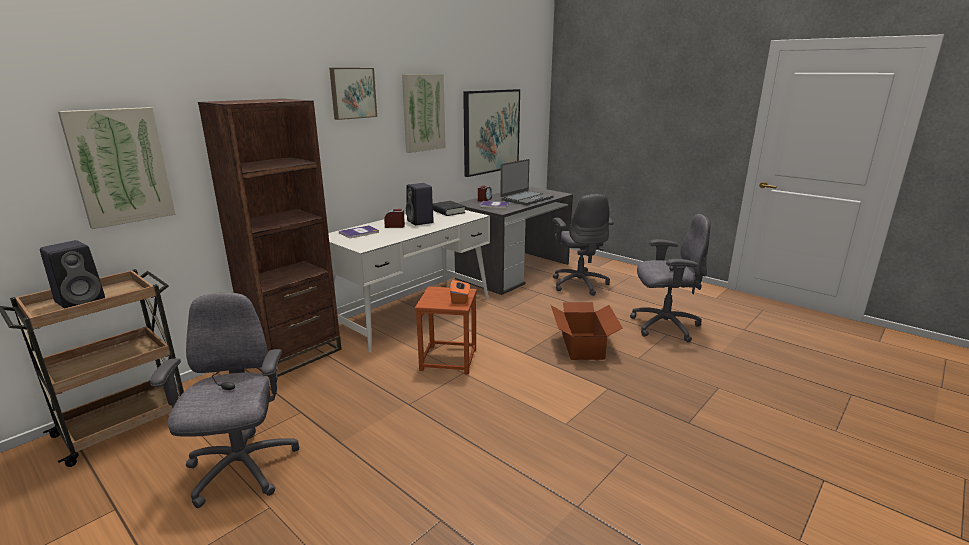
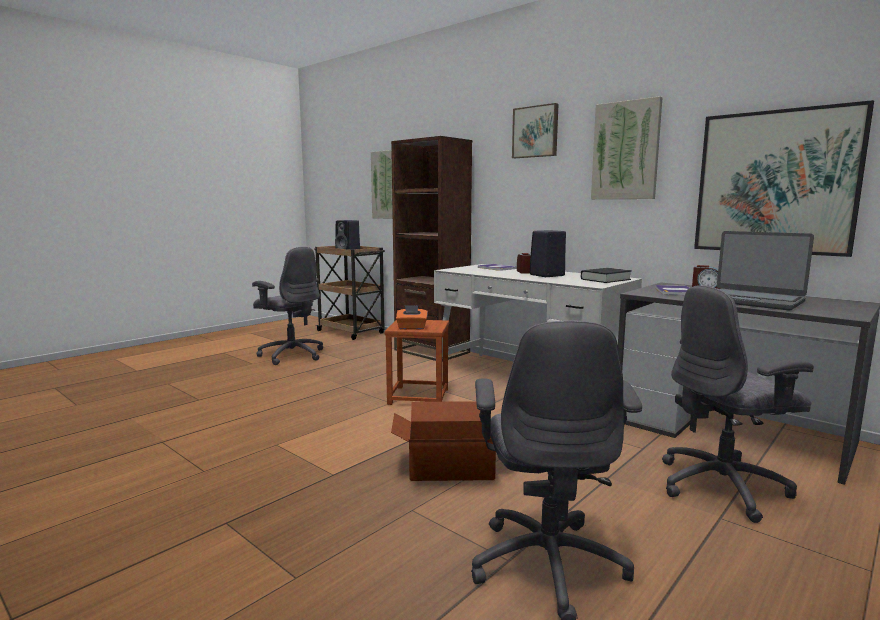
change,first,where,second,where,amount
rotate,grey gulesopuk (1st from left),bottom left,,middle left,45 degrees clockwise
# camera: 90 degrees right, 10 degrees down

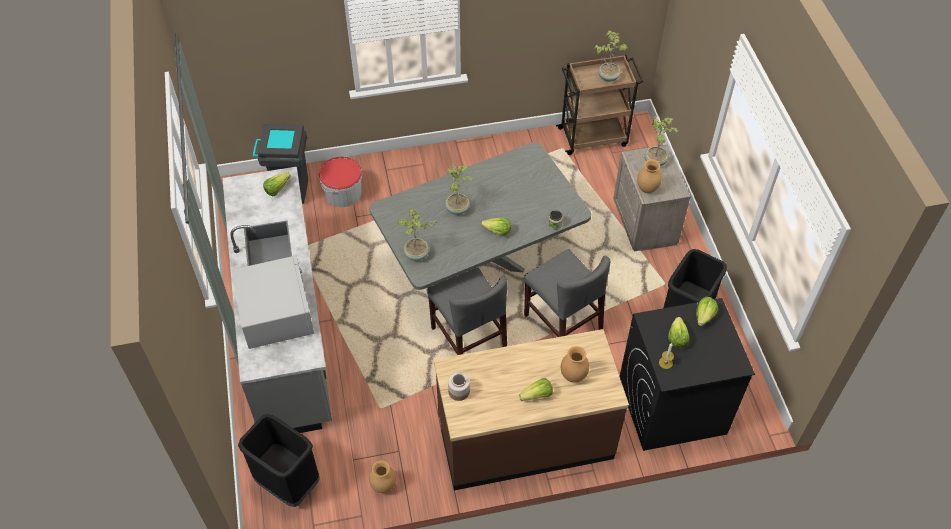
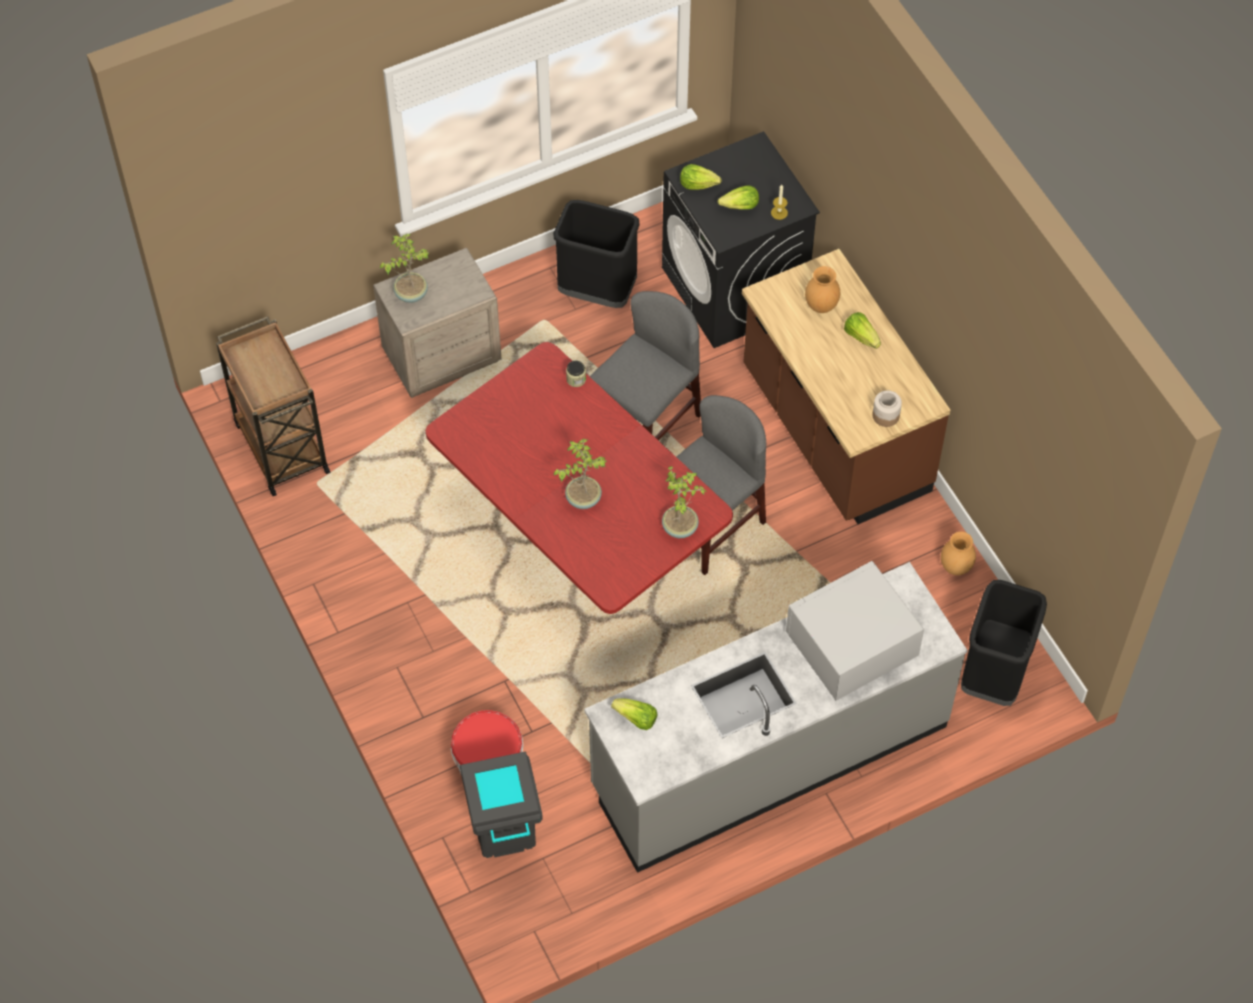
change,first,where,second,where,amount
recolor,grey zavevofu,centre,red zavevofu,centre,
delete,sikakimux (2nd from left),centre,,,
delete,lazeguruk (3rd from left),top centre,,,
delete,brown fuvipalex (3rd from left),top right,,,
# camera: 105 degrees left, 5 degrees up

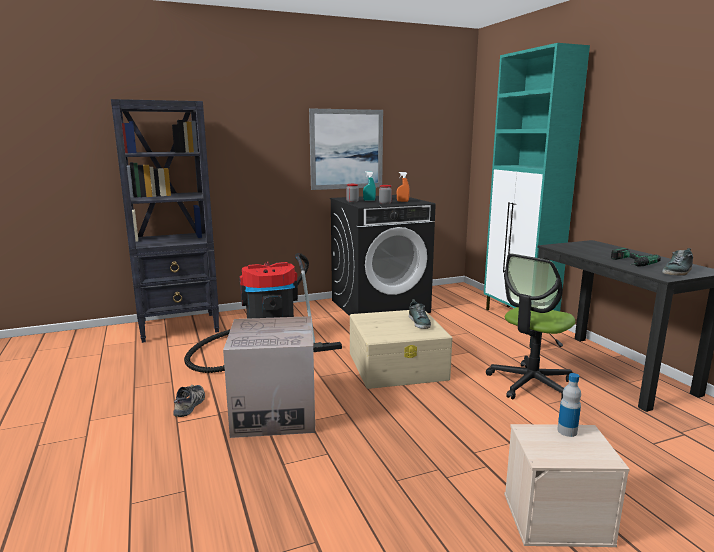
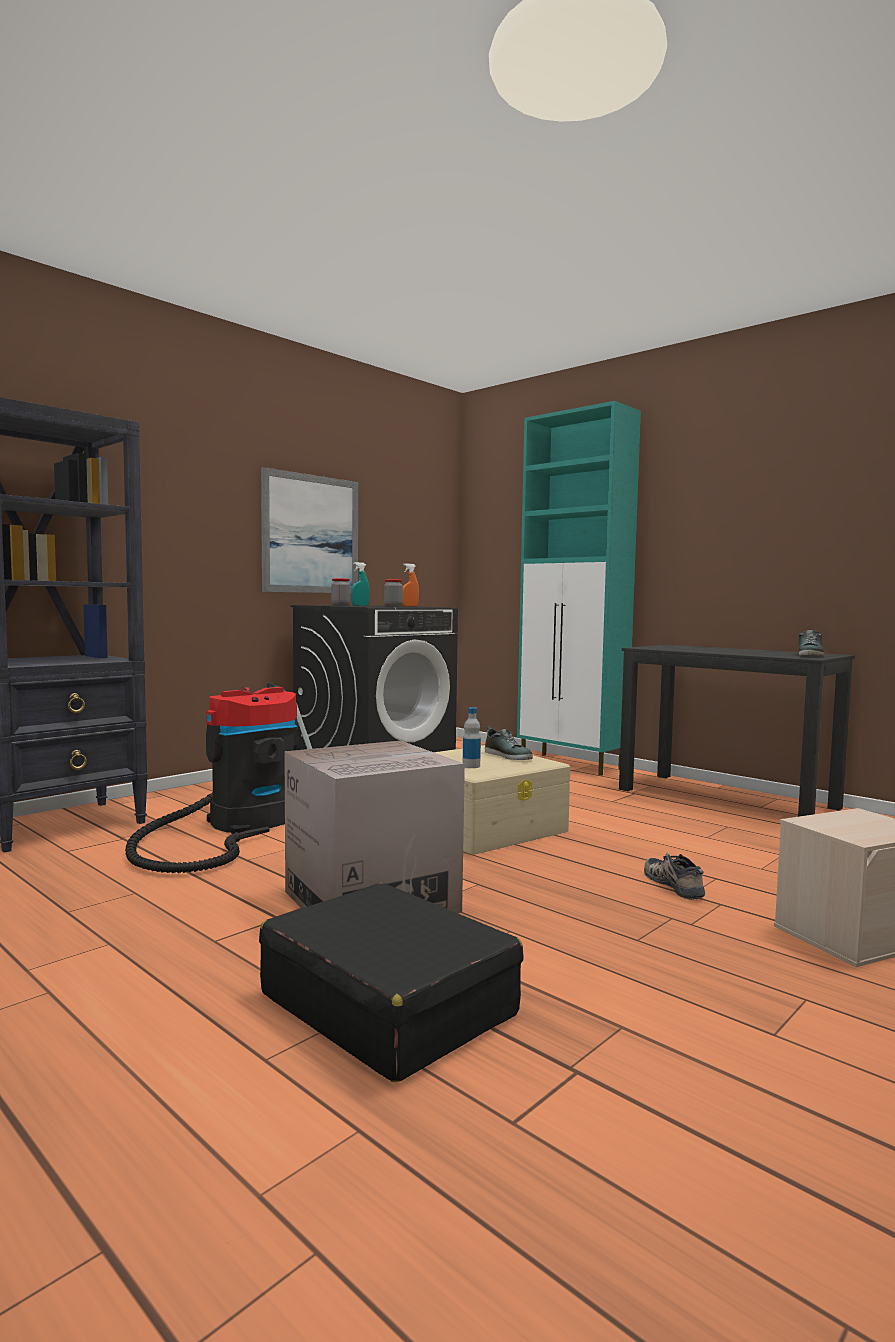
change,first,where,second,where,amount
insert,,,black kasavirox,bottom centre,
move,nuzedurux,bottom right,,centre,
move,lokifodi (1st from left in the first image),bottom left,lokifodi (2nd from left),middle right,
delete,gulesopuk,middle right,,,
delete,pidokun,middle right,,,
# camera: 25 degrees left, 10 degrees down

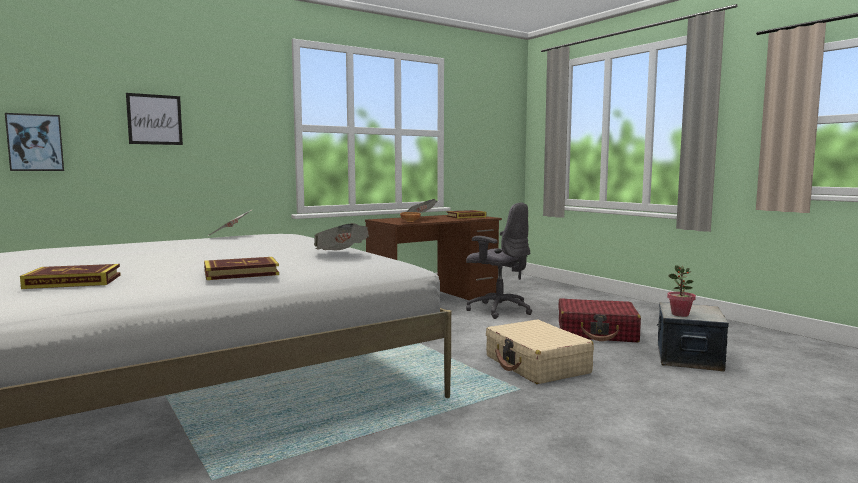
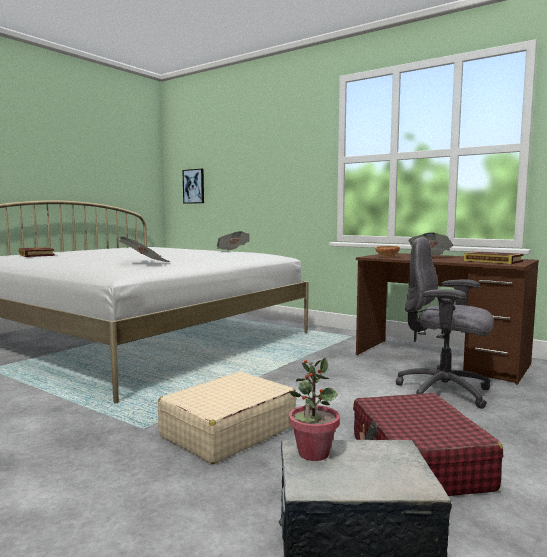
change,first,where,second,where,amount
rotate,grey gulesopuk,centre,,middle right,105 degrees clockwise
delete,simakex (2nd from left),top left,,,
delete,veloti (2nd from left),middle left,,,
# camera: 70 degrees right, 0 degrees up

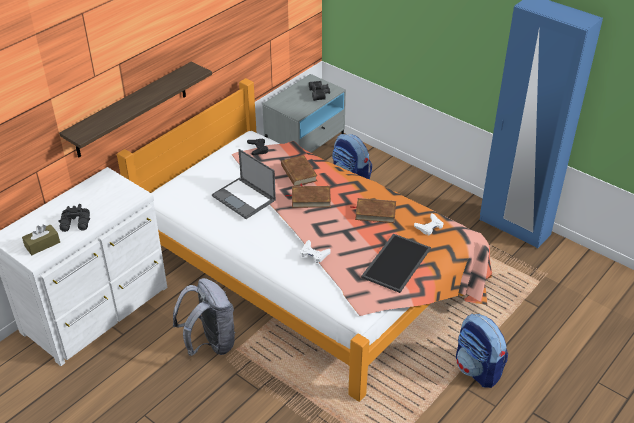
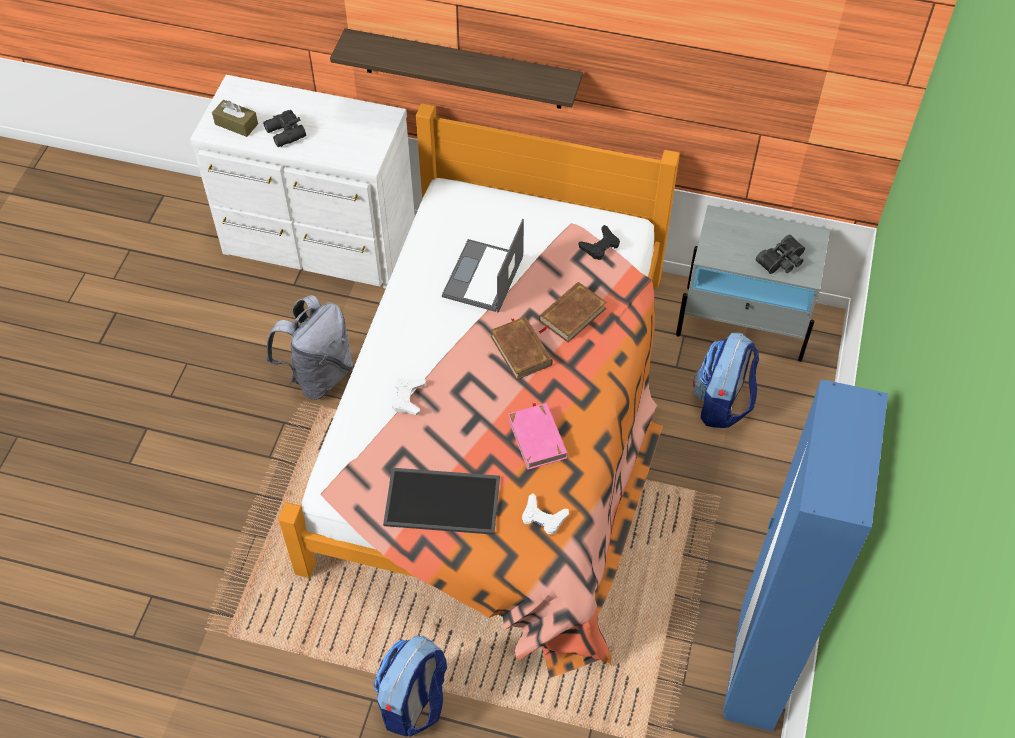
change,first,where,second,where,amount
recolor,brown veloti (3rd from left),centre,pink veloti,centre,
# camera: 65 degrees right, 15 degrees up

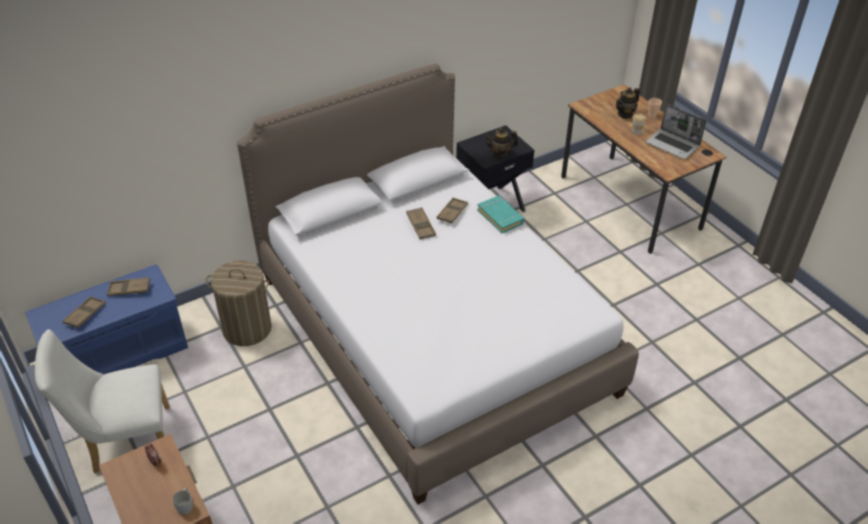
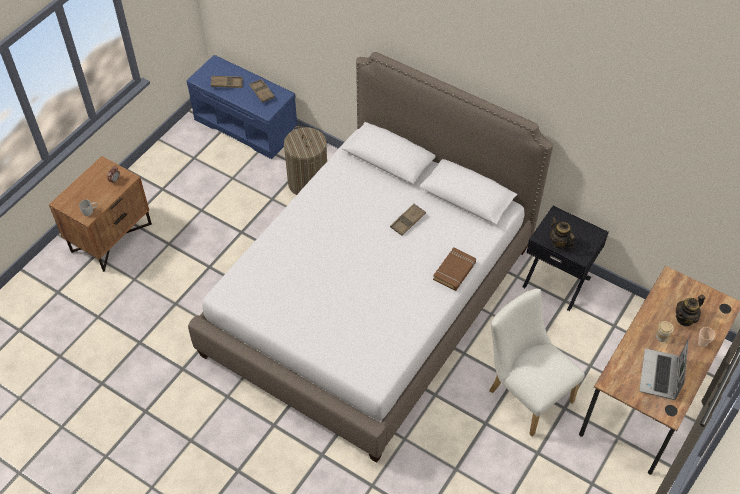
change,first,where,second,where,amount
recolor,turquoise veloti,centre,brown veloti,centre,
move,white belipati,bottom left,,bottom right,
rotate,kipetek (2nd from left),top right,,middle right,60 degrees counterclockwise
delete,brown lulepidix (4th from left),centre,,,
# camera: 65 degrees right, 10 degrees up

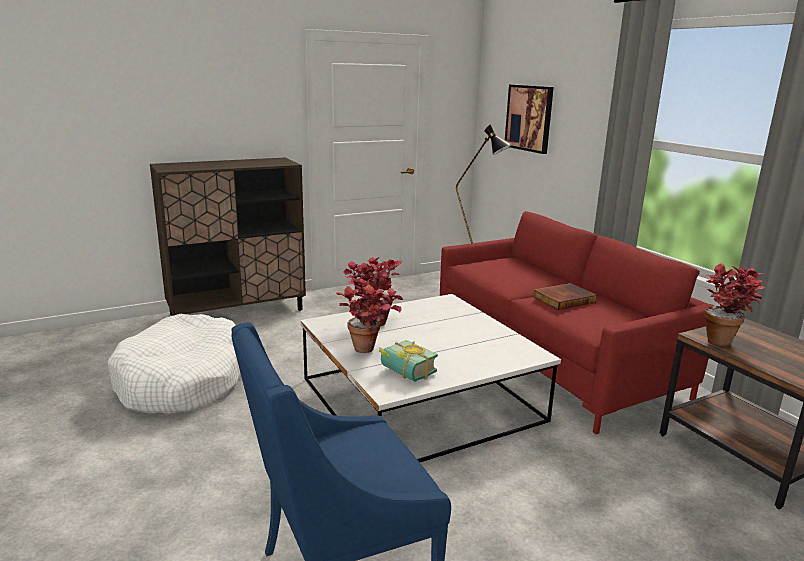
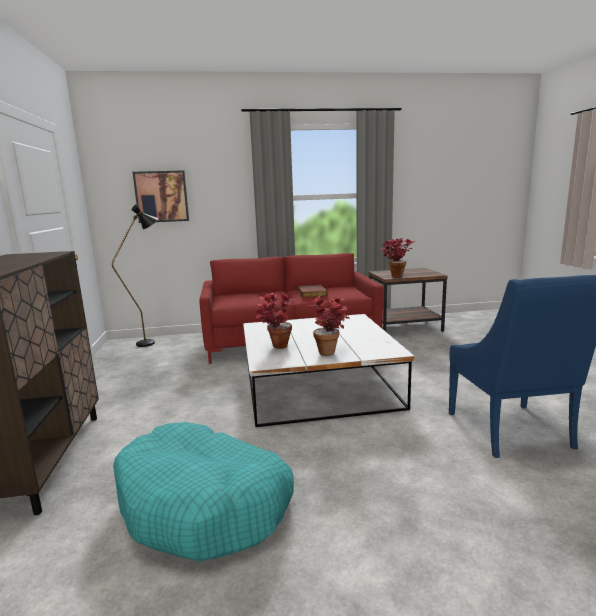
change,first,where,second,where,amount
recolor,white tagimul,middle left,turquoise tagimul,bottom centre,
delete,veloti (1st from left),centre,,,
# camera: 70 degrees left, 5 degrees down

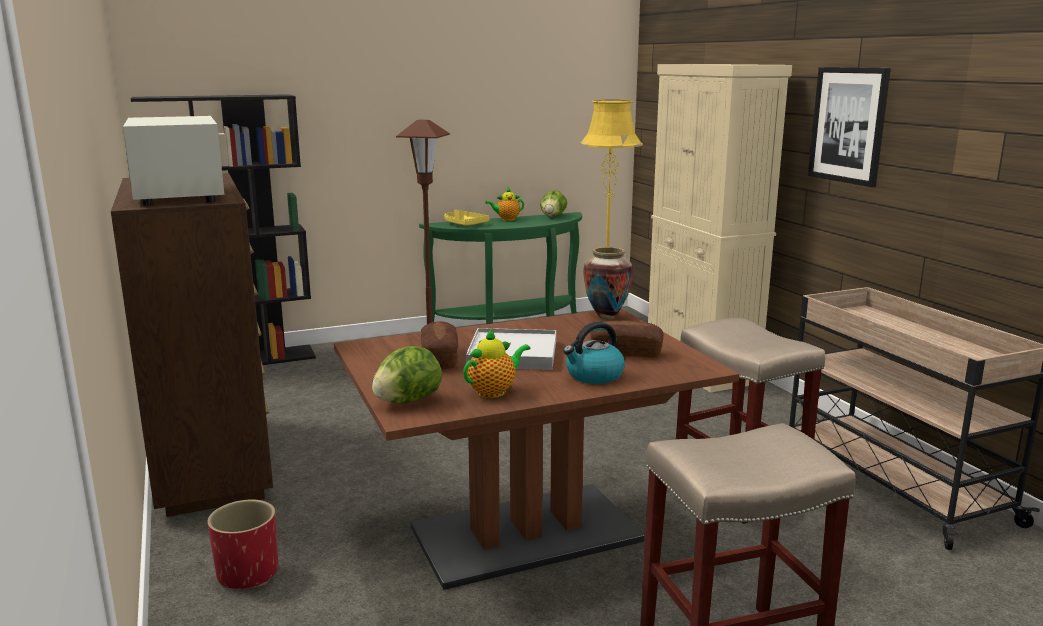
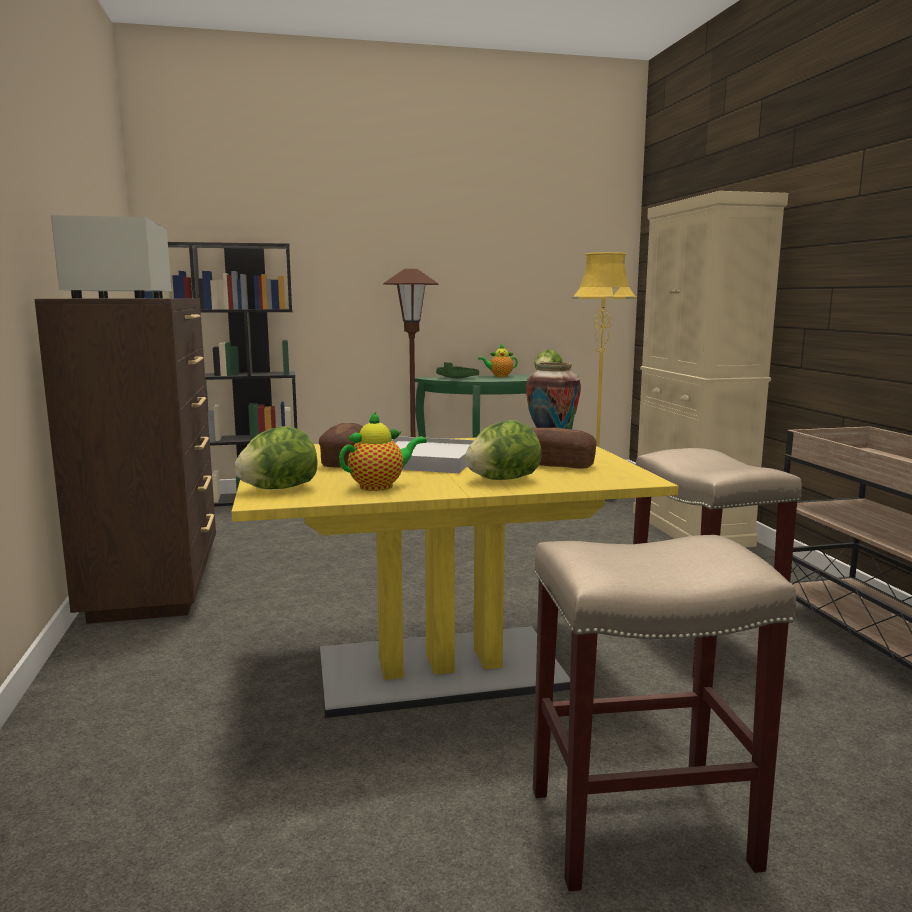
change,first,where,second,where,amount
recolor,brown zavevofu,bottom centre,yellow zavevofu,centre,
recolor,yellow lulepidix,centre,green lulepidix,centre,
replace,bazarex,centre,sikakimux (2nd from left),centre,
delete,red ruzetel,bottom left,,,
delete,simakex,top right,,,
# camera: 10 degrees right, 5 degrees down

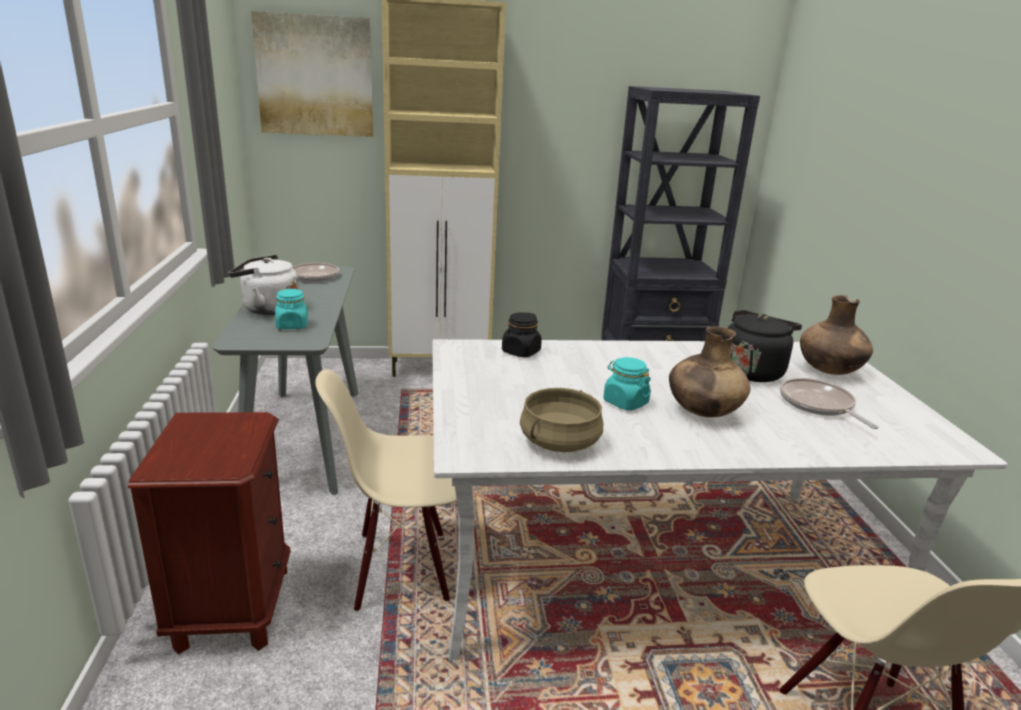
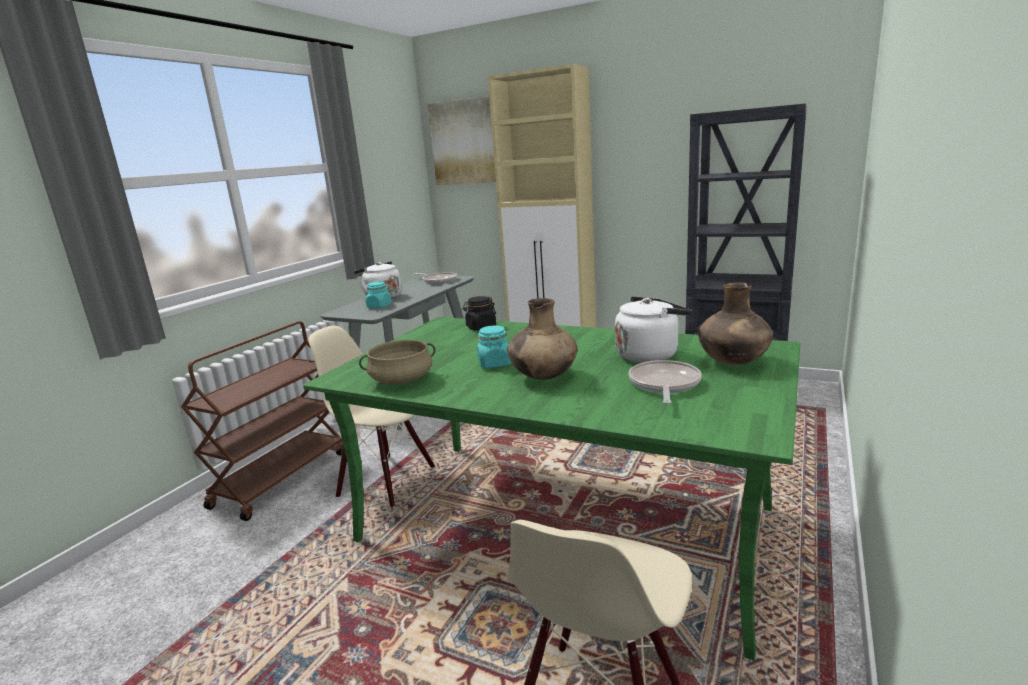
change,first,where,second,where,amount
replace,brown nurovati,bottom left,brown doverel,middle left,
recolor,white zavevofu,bottom right,green zavevofu,bottom centre,
recolor,black bazarex,middle right,white bazarex (2nd from left),centre,
# camera: 35 degrees right, 5 degrees down

